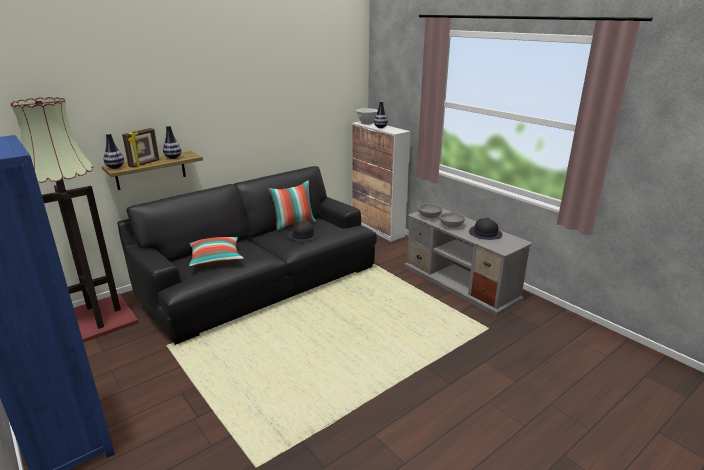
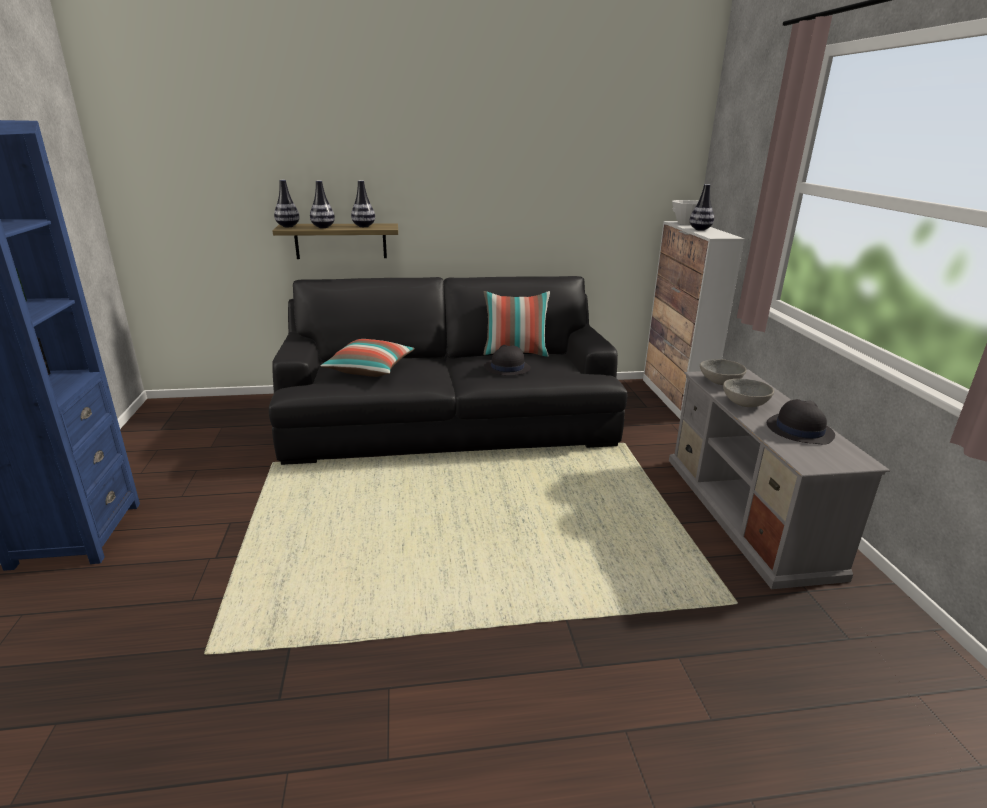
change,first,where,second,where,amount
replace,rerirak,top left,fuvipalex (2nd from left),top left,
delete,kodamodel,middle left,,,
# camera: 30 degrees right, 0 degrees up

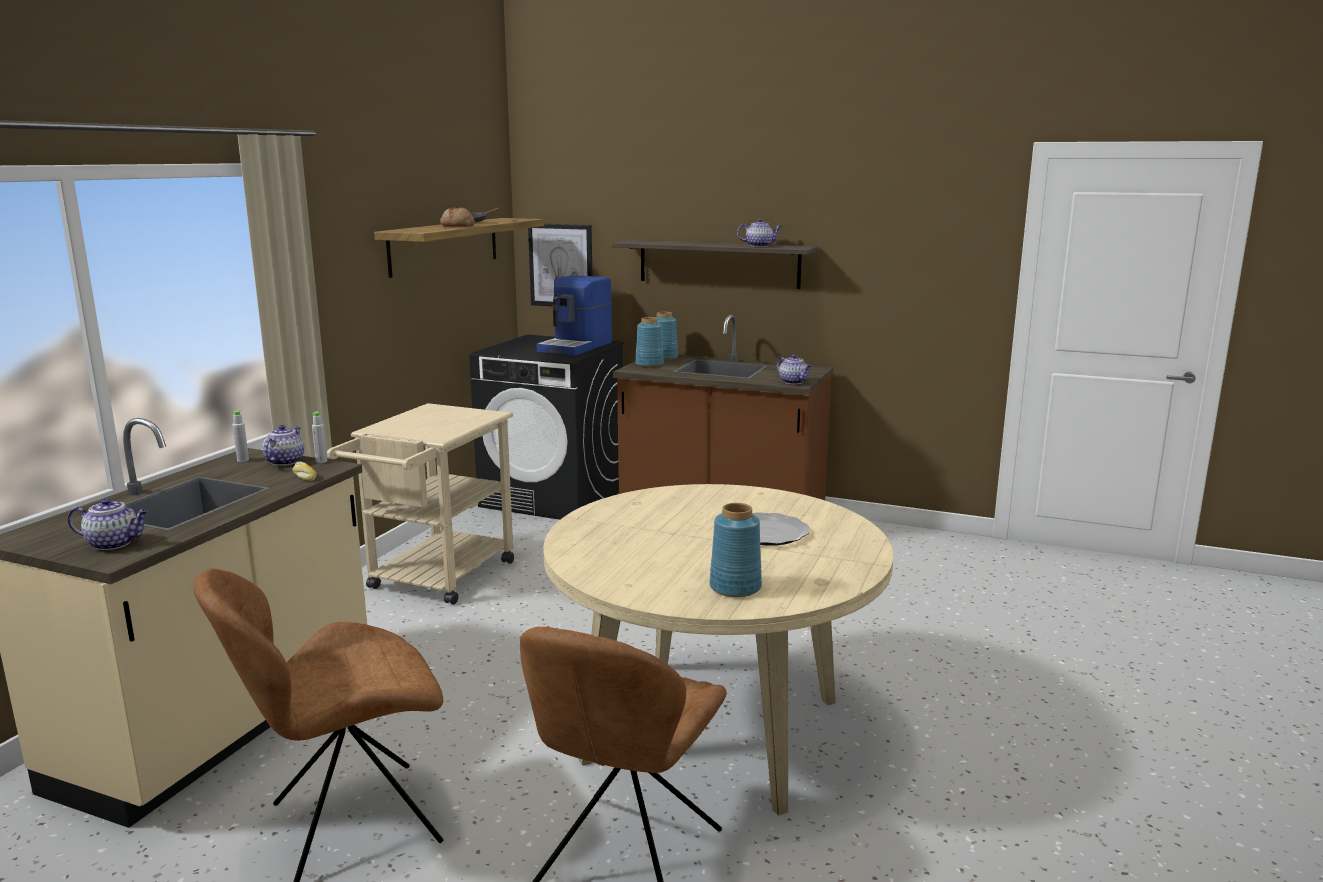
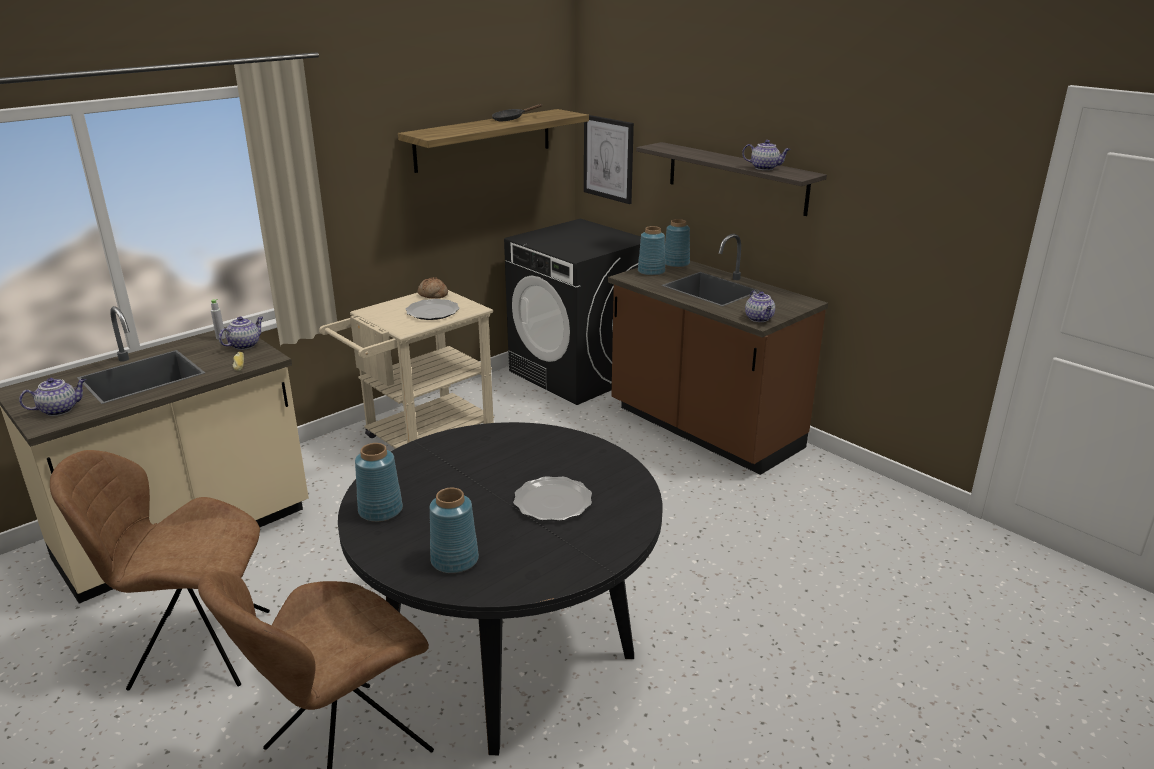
change,first,where,second,where,amount
rotate,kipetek (1st from left),middle left,,middle left,60 degrees counterclockwise
recolor,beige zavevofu,bottom centre,black zavevofu,bottom centre,
insert,,,blue fuvipalex (1st from left),middle left,
insert,,,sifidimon (1st from left),centre,
move,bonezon (2nd from left),top centre,,centre,
delete,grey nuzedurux (2nd from left),middle left,,,
delete,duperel,centre,,,
# camera: 25 degrees right, 10 degrees up

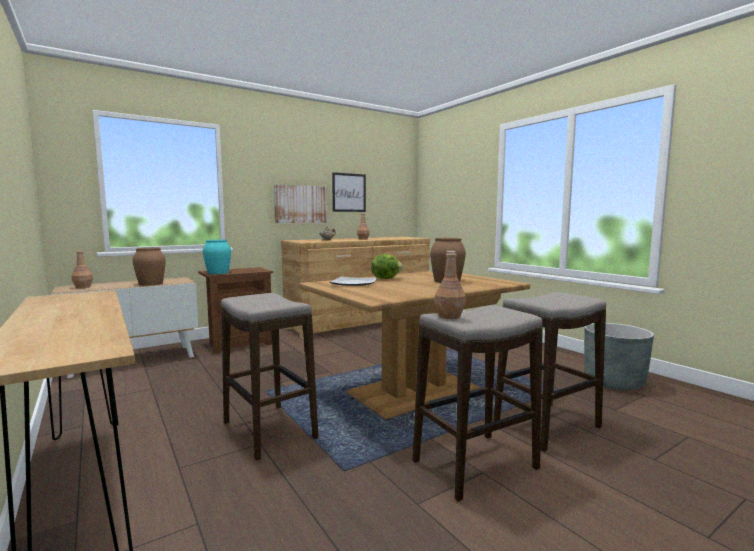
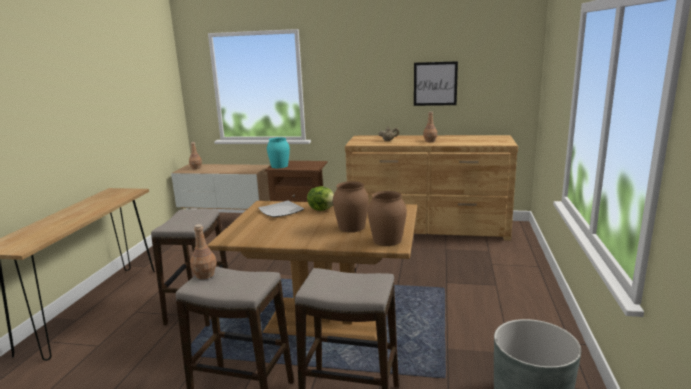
change,first,where,second,where,amount
move,brown fuvipalex (1st from left in the first image),middle left,brown fuvipalex (2nd from left),centre,
delete,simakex (1st from left),centre,,,
# camera: 45 degrees right, 10 degrees up

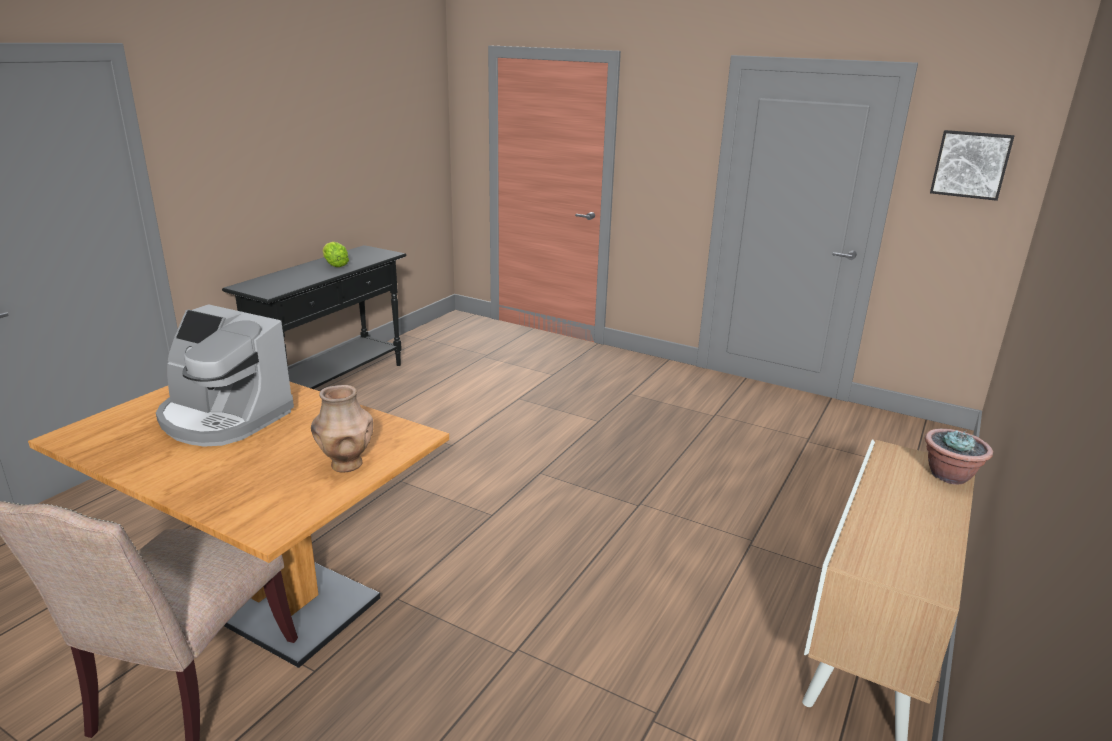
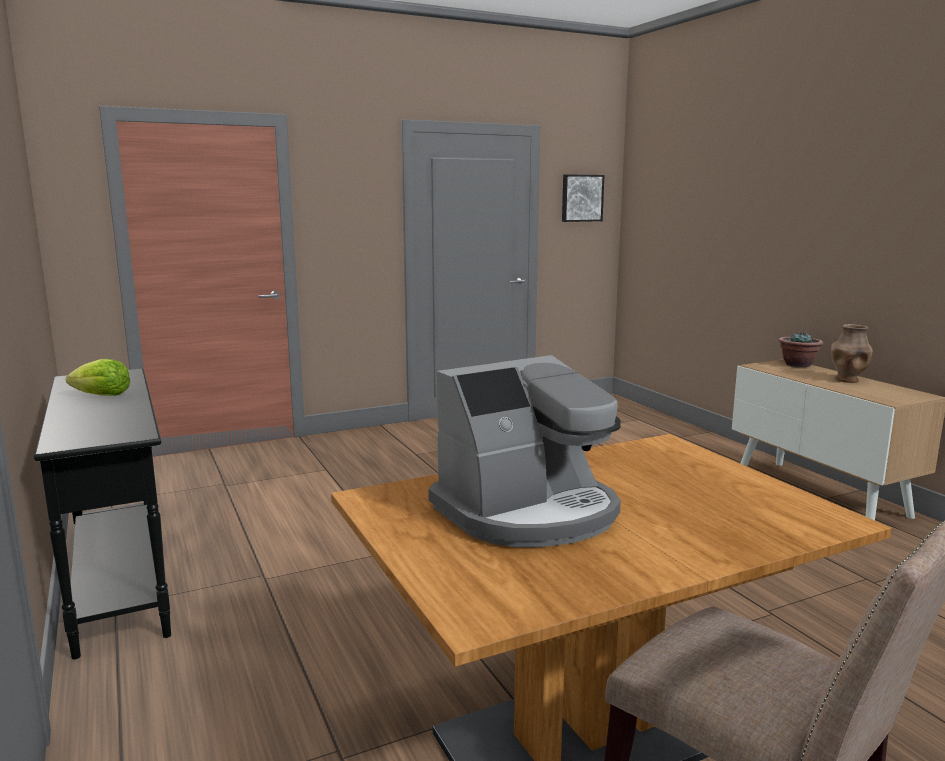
change,first,where,second,where,amount
move,brown fuvipalex,middle left,,middle right,
# camera: 55 degrees left, 10 degrees down

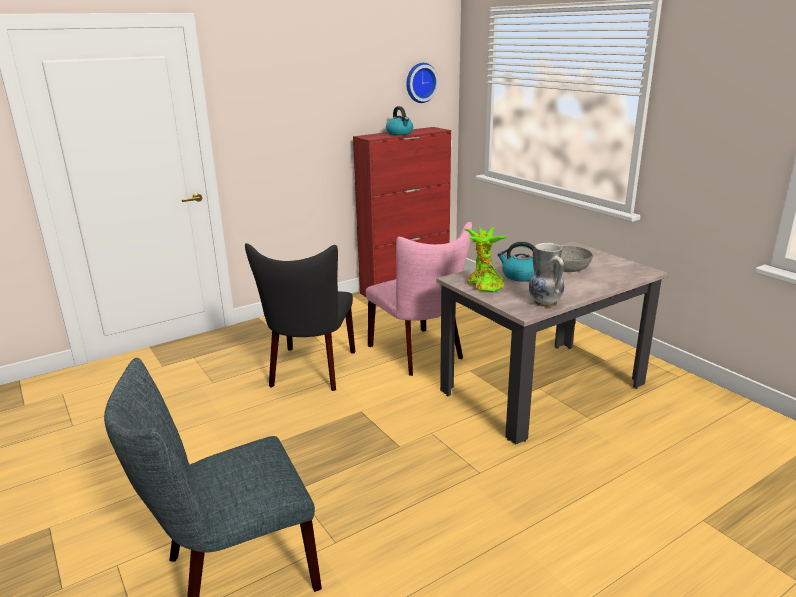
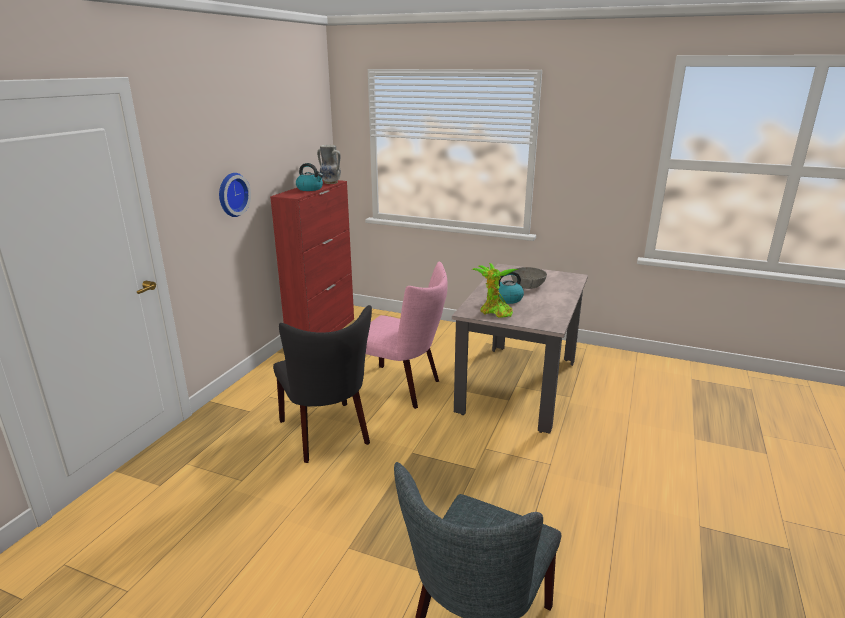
change,first,where,second,where,amount
move,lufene,top centre,,top left,
move,fuvipalex,middle right,,top centre,
# camera: 35 degrees left, 0 degrees up

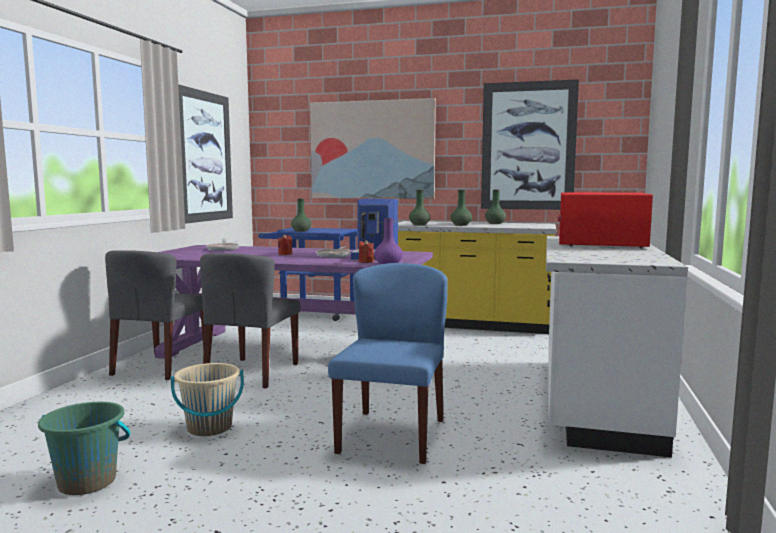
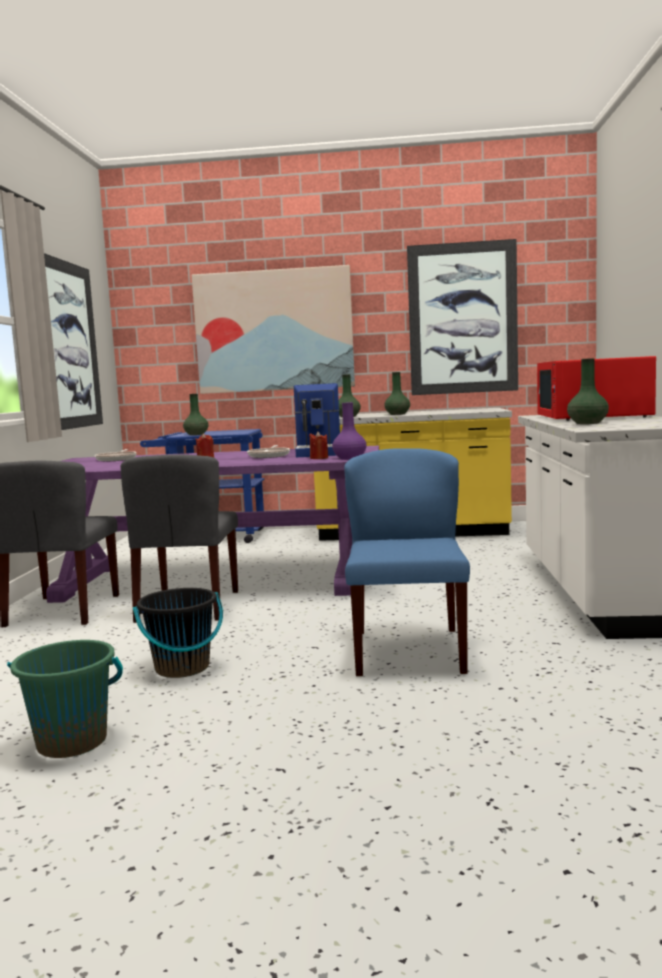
change,first,where,second,where,amount
recolor,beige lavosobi,bottom left,black lavosobi,middle left,
move,green fuvipalex (4th from left),centre,,middle right,
# camera: 10 degrees left, 0 degrees up

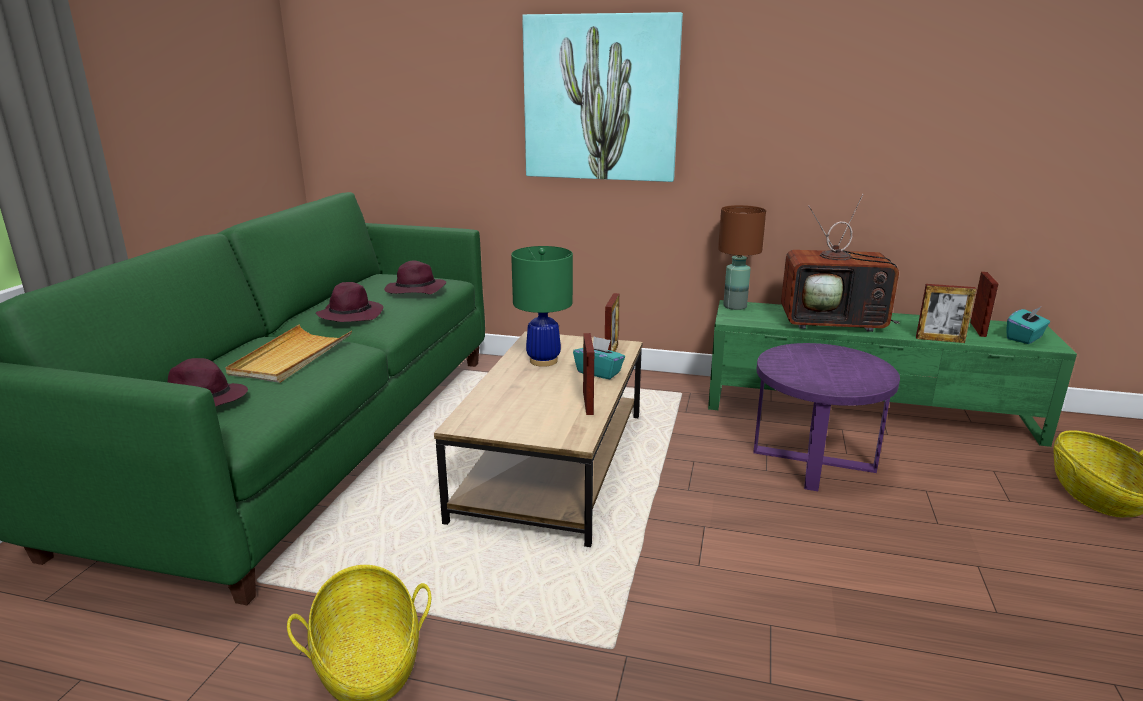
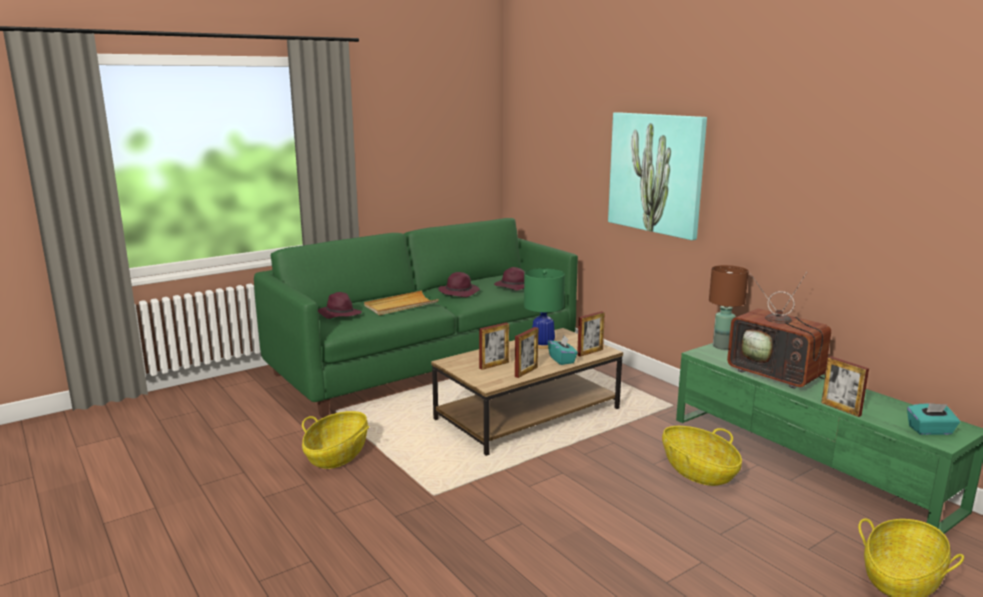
change,first,where,second,where,amount
move,rerirak (4th from left in the first image),middle right,rerirak (1st from left),centre,
replace,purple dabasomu,middle right,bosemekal (2nd from left),bottom right,
# camera: 40 degrees right, 5 degrees down

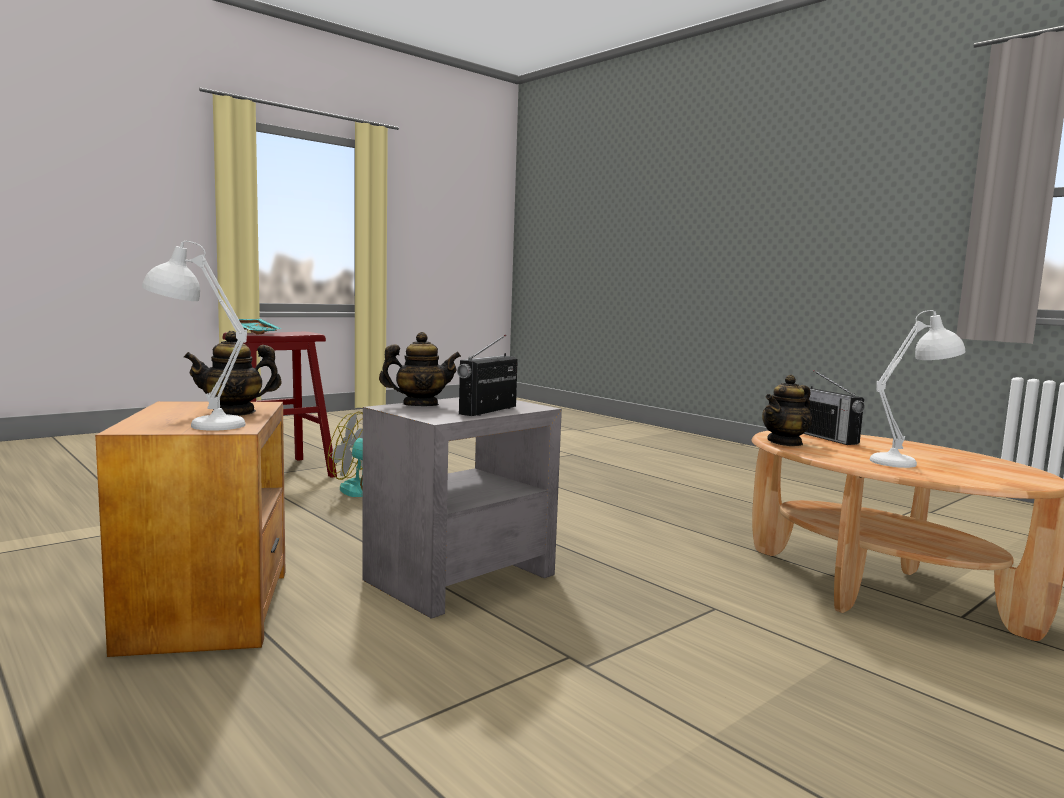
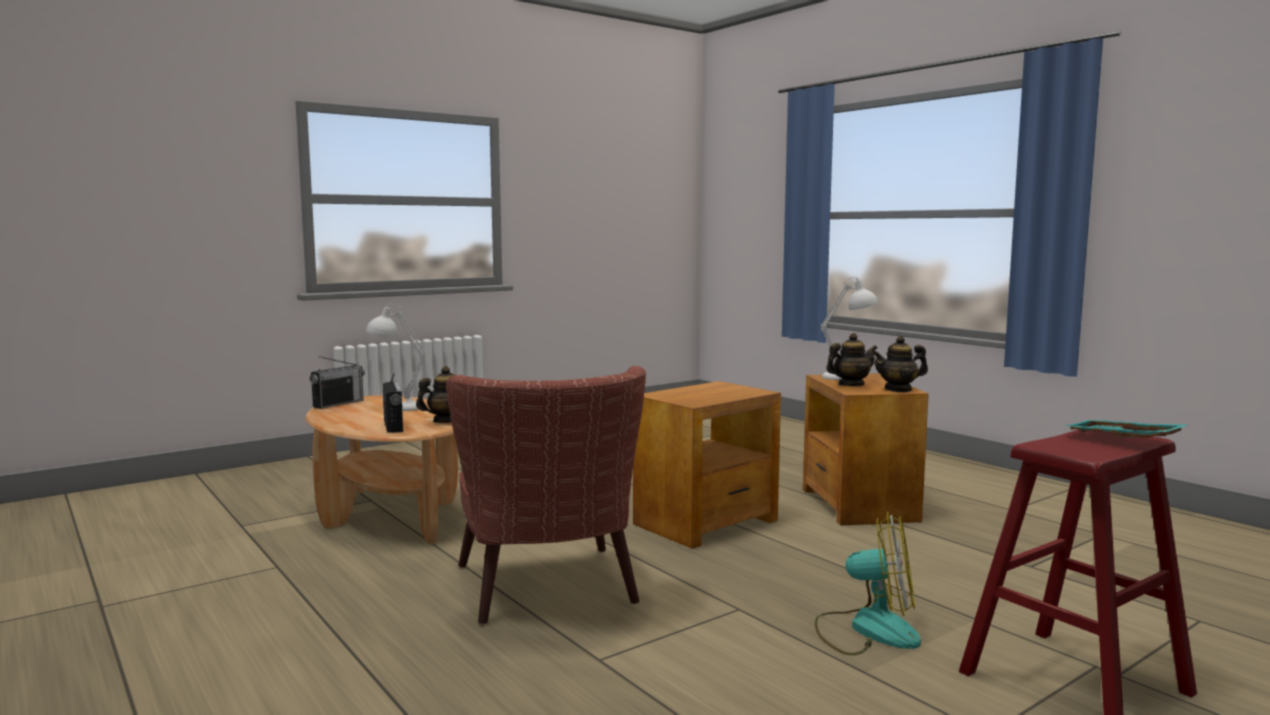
change,first,where,second,where,amount
move,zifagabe (1st from left),centre,,middle left,
insert,,,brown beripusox,bottom centre,
recolor,grey dabasomu,centre,brown dabasomu (1st from left),centre,
move,kipetek (2nd from left in the first image),centre,kipetek (3rd from left),middle right,
# camera: 175 degrees left, 0 degrees up

